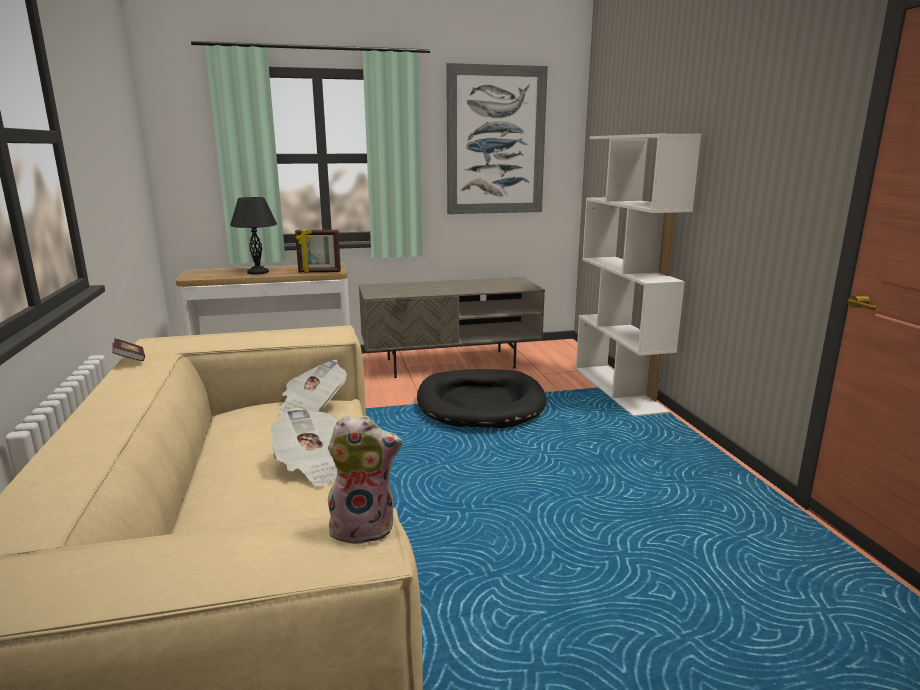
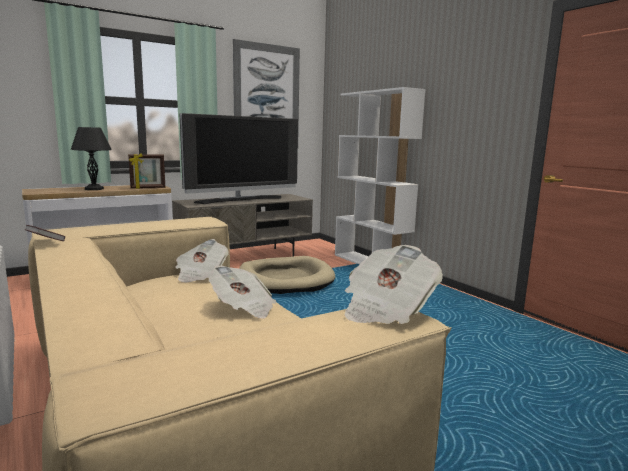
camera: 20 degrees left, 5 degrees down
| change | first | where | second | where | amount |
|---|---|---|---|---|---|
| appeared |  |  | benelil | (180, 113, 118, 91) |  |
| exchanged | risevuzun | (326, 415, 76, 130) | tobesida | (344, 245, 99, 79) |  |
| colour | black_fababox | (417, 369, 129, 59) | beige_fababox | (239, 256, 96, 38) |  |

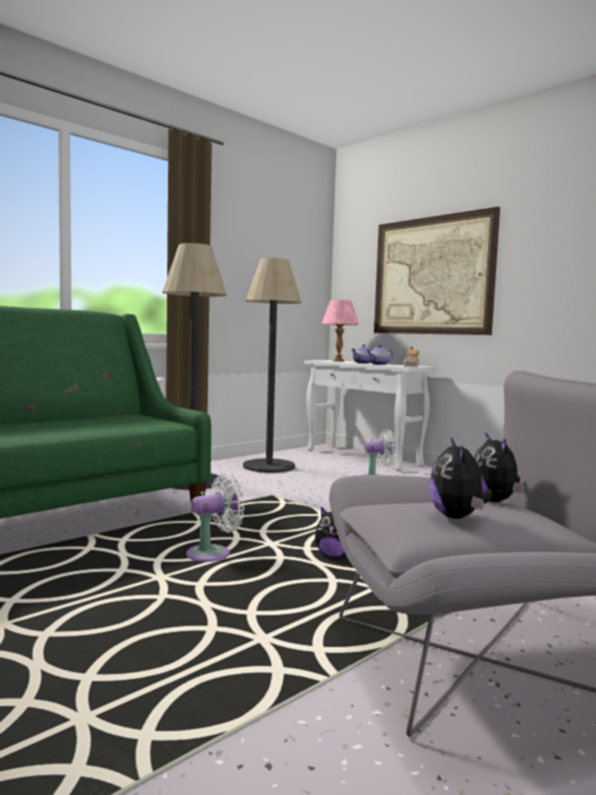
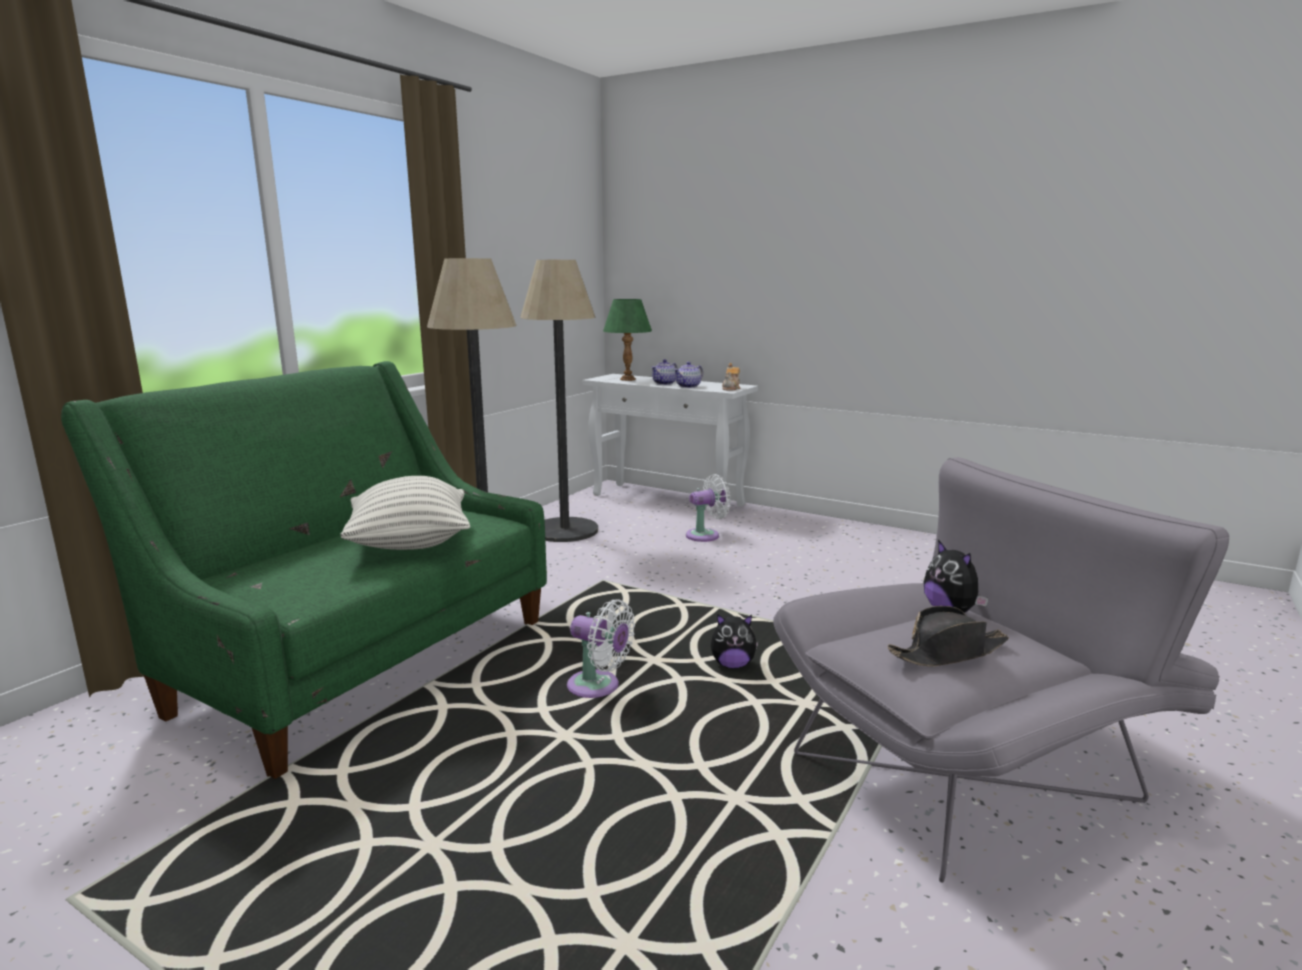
camera: 15 degrees left, 10 degrees up
| change | first | where | second | where | amount |
|---|---|---|---|---|---|
| missing | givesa | (374, 207, 126, 128) |  |  |  |
| appeared |  |  | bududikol | (340, 476, 130, 74) |  |
| exchanged | risevuzun | (429, 437, 64, 82) | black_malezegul | (887, 606, 122, 60) |  |
| colour | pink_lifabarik | (322, 300, 37, 62) | green_lifabarik | (603, 299, 49, 82) |  |
| spun | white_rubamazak | (186, 473, 59, 89) |  | (567, 599, 68, 99) | 75 degrees clockwise |

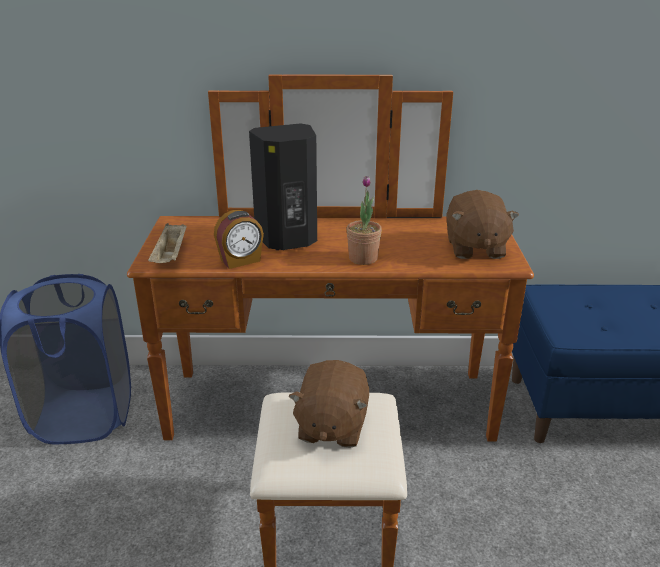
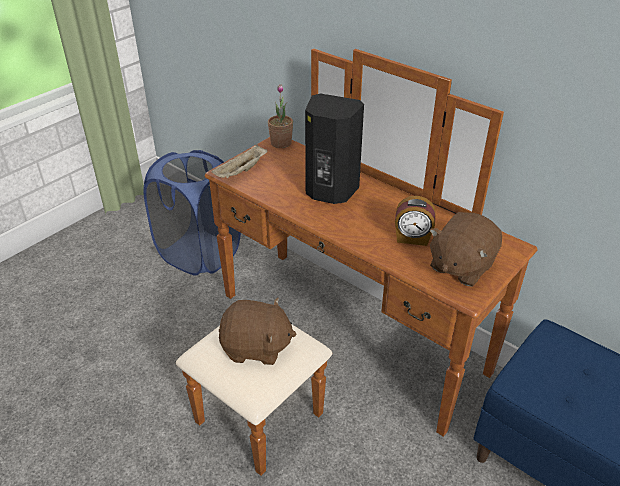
camera: 40 degrees right, 10 degrees up
| change | first | where | second | where | amount |
|---|---|---|---|---|---|
| relocated | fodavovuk | (214, 210, 50, 59) |  | (395, 196, 40, 50) |  |
| relocated | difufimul | (346, 176, 36, 89) |  | (268, 84, 25, 64) |  |
| spun | brown_risevuzun | (288, 360, 81, 88) |  | (219, 298, 78, 67) | 135 degrees counterclockwise |

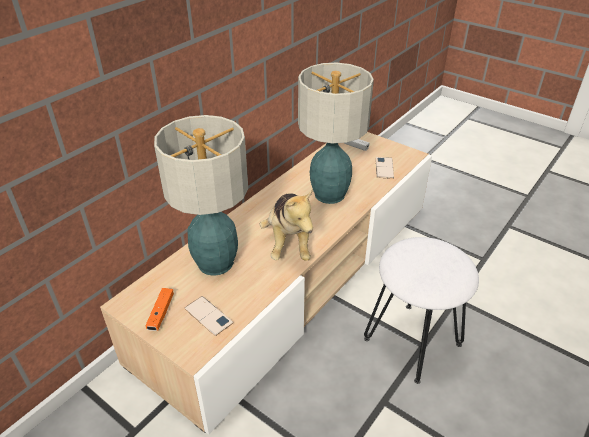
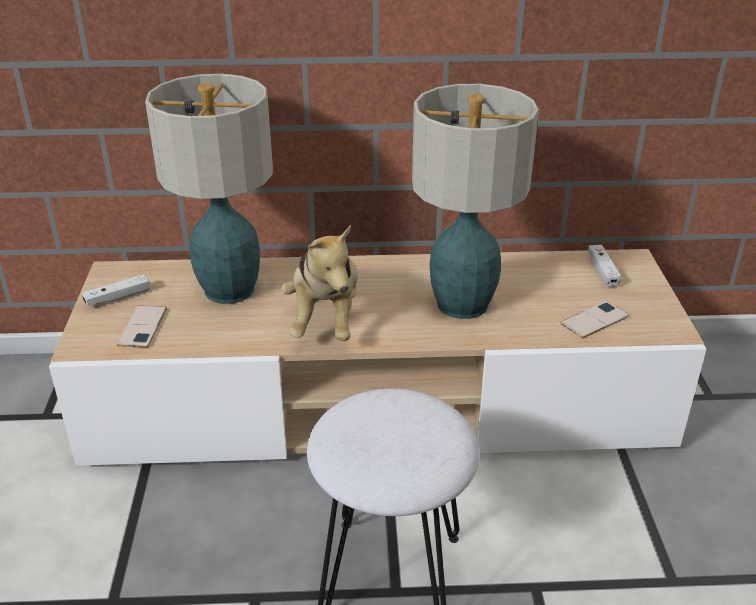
camera: 50 degrees right, 5 degrees down
| change | first | where | second | where | amount |
|---|---|---|---|---|---|
| colour | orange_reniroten | (146, 288, 28, 43) | white_reniroten | (82, 274, 68, 32) |  |
| spun | risevuzun | (259, 189, 54, 72) |  | (281, 225, 77, 116) | 45 degrees counterclockwise |

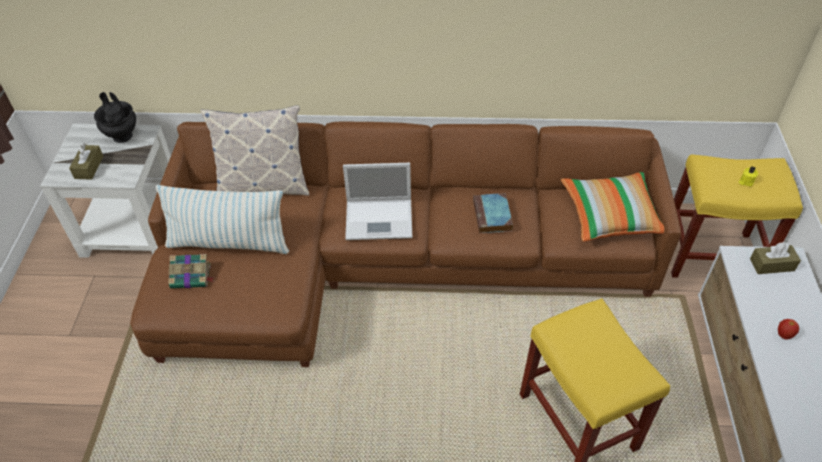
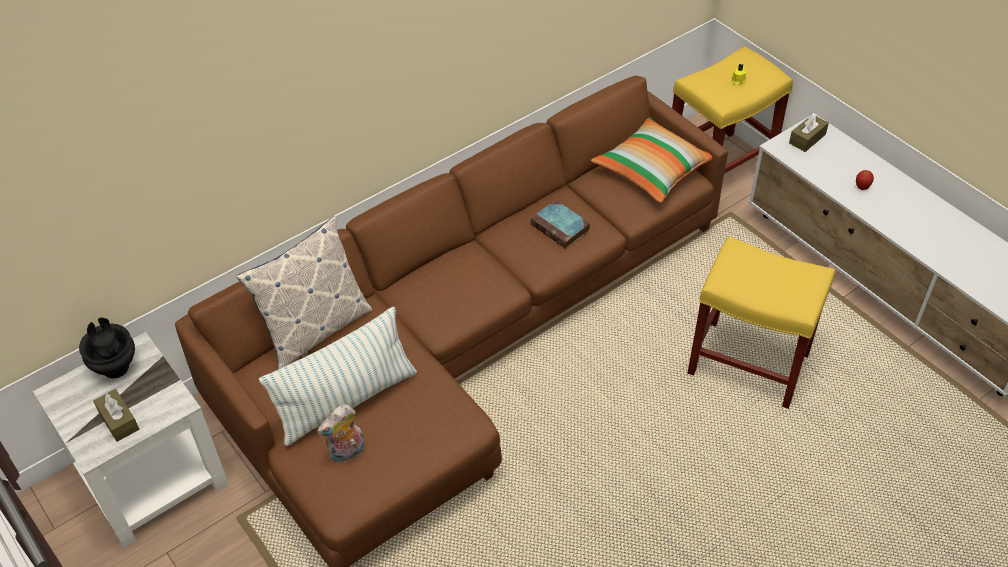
camera: 40 degrees left, 0 degrees up
| change | first | where | second | where | amount |
|---|---|---|---|---|---|
| missing | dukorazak | (343, 163, 69, 77) |  |  |  |
| exchanged | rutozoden | (168, 254, 46, 34) | risevuzun | (317, 404, 47, 59) |  |

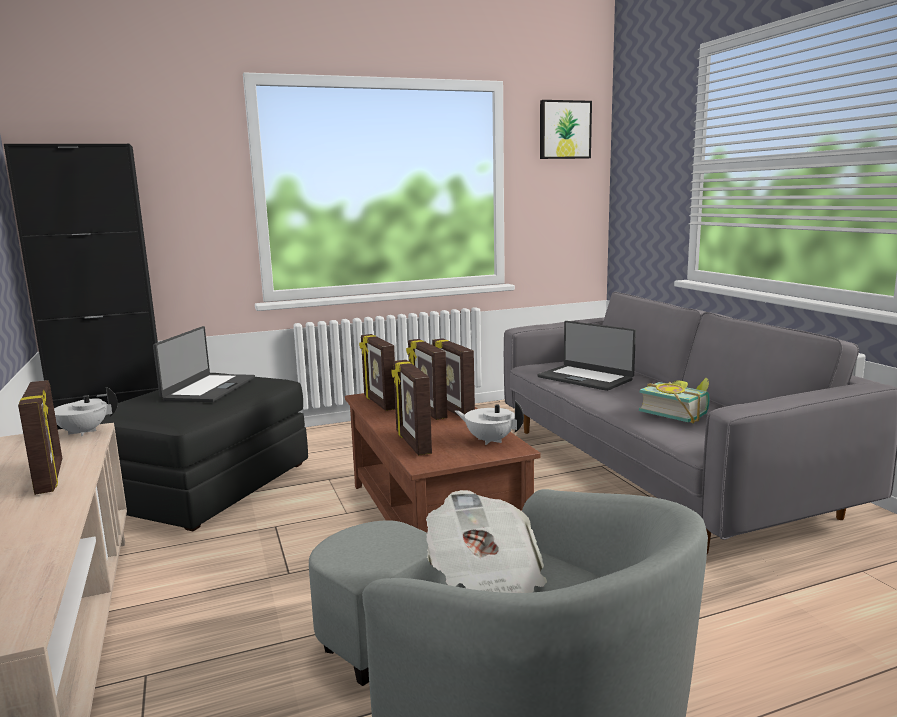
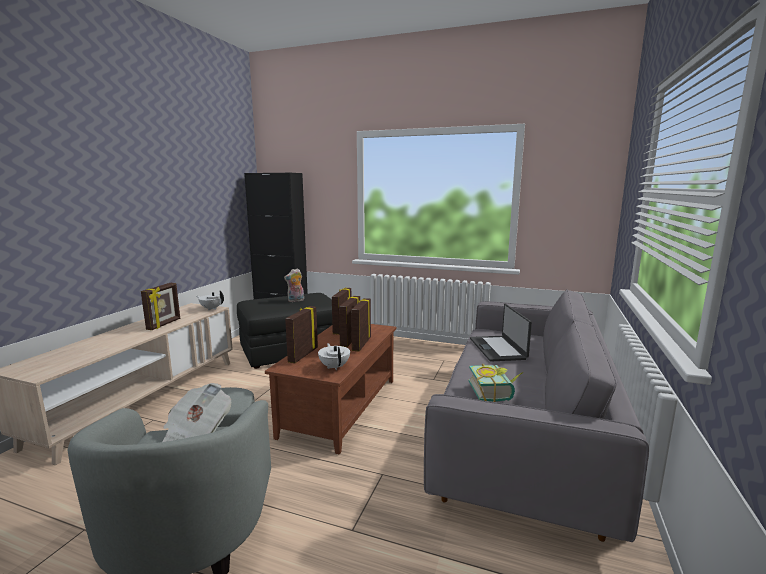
camera: 40 degrees right, 0 degrees up
| change | first | where | second | where | amount |
|---|---|---|---|---|---|
| missing | givesa | (540, 100, 52, 59) |  |  |  |
| exchanged | dukorazak | (153, 326, 102, 76) | risevuzun | (284, 268, 20, 34) |  |

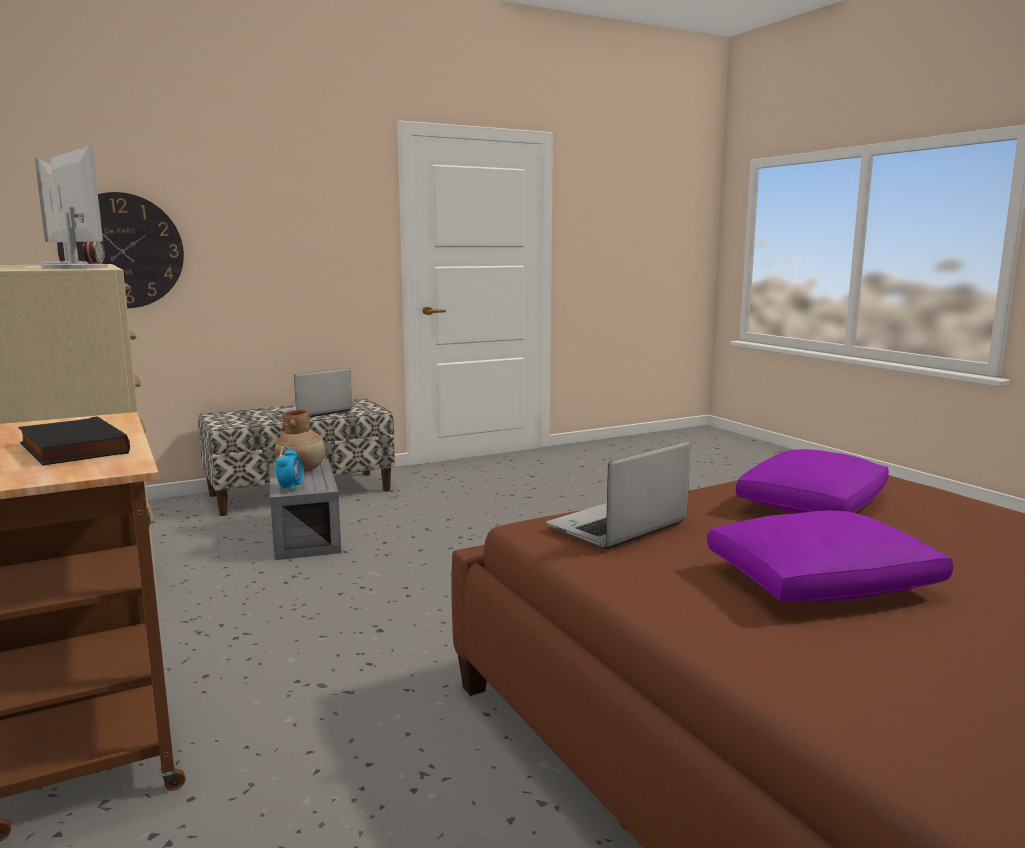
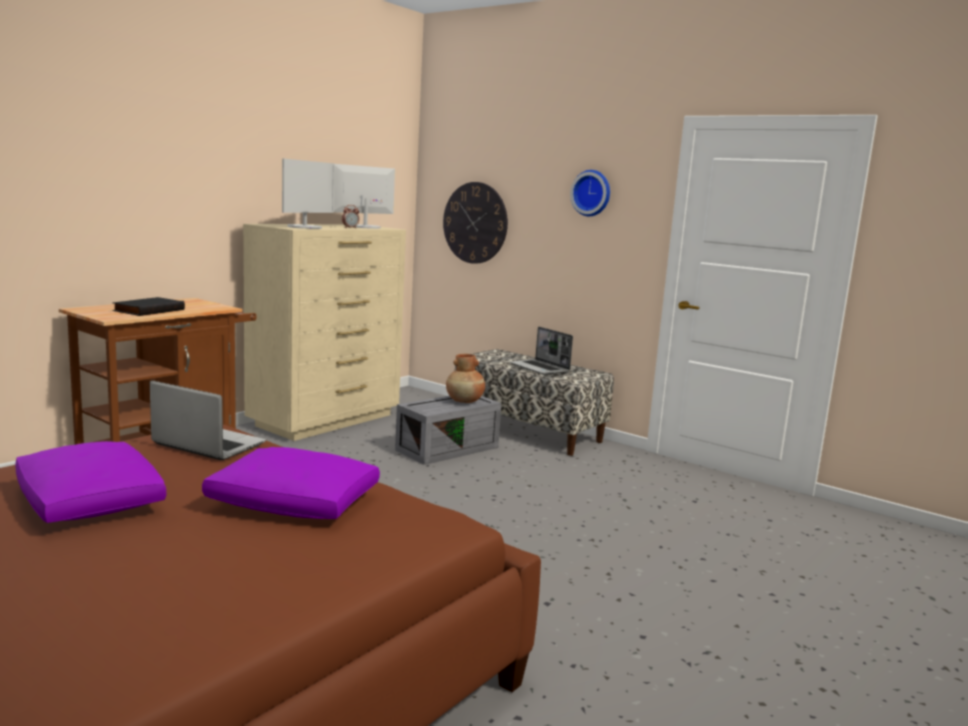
camera: 65 degrees right, 0 degrees up
| change | first | where | second | where | amount |
|---|---|---|---|---|---|
| missing | fodavovuk | (276, 446, 28, 46) |  |  |  |
| appeared |  |  | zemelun | (570, 170, 40, 46) |  |
| spun | dukorazak | (276, 368, 76, 49) |  | (509, 327, 64, 48) | 150 degrees counterclockwise |

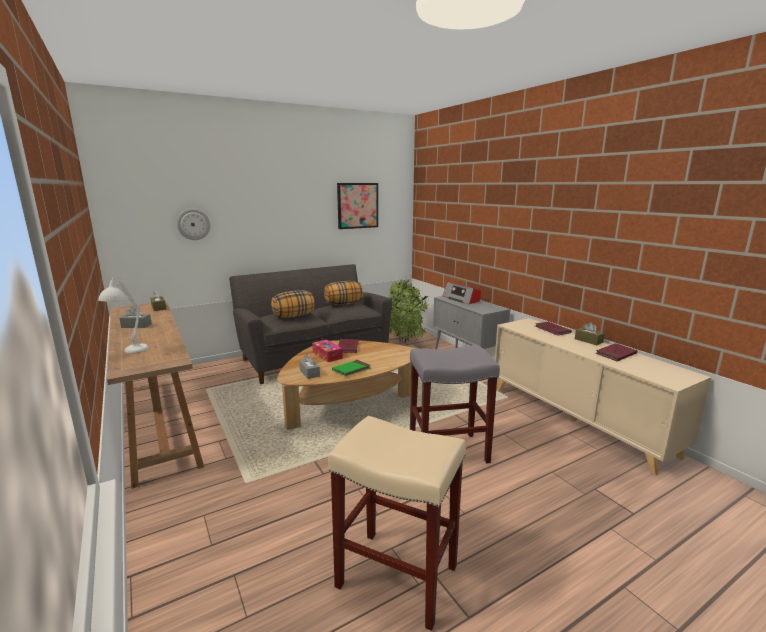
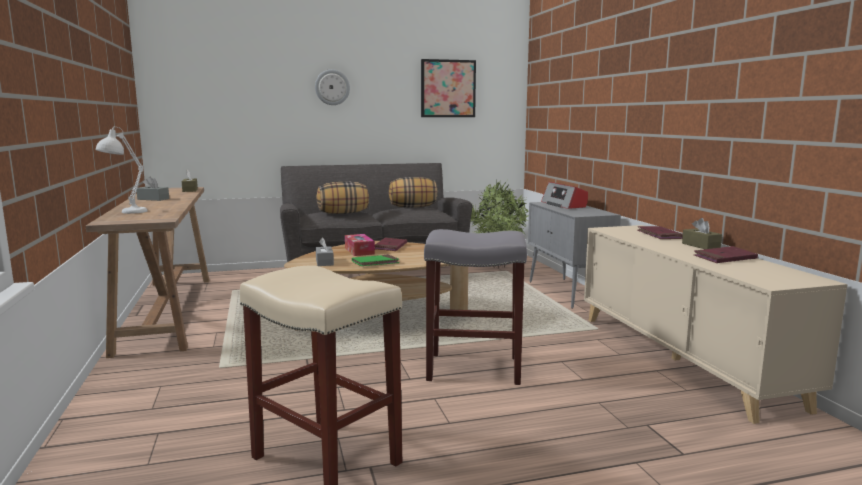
camera: 15 degrees right, 5 degrees down
| change | first | where | second | where | amount |
|---|---|---|---|---|---|
| relocated | zemelun | (177, 209, 34, 31) |  | (315, 69, 35, 36) |  |

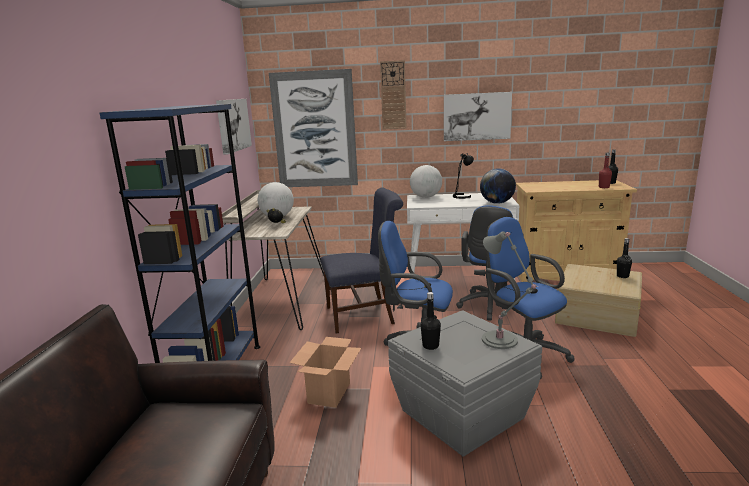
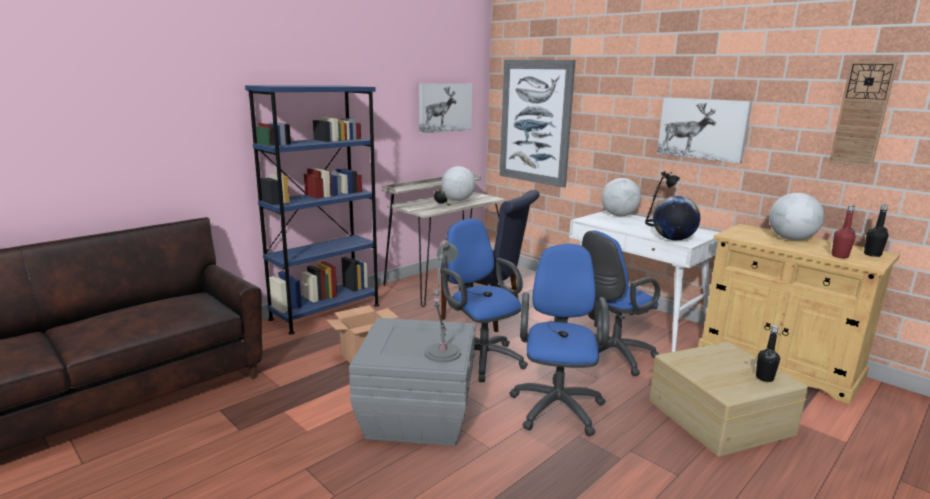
camera: 40 degrees right, 0 degrees up
| change | first | where | second | where | amount |
|---|---|---|---|---|---|
| missing | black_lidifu | (420, 292, 21, 58) |  |  |  |
| appeared |  |  | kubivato | (769, 193, 55, 47) |  |
| relocated | zemelun | (380, 60, 27, 69) |  | (829, 61, 68, 106) |  |

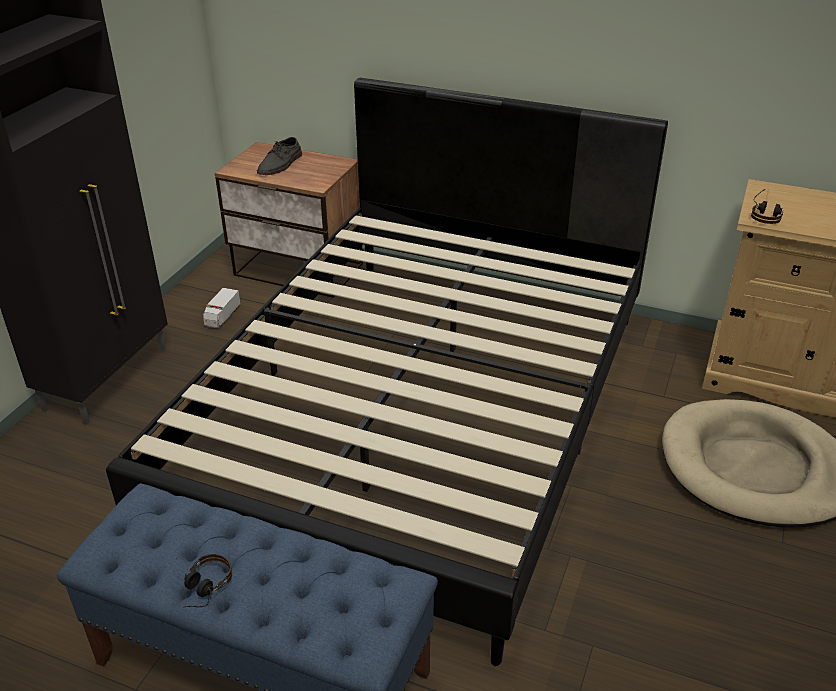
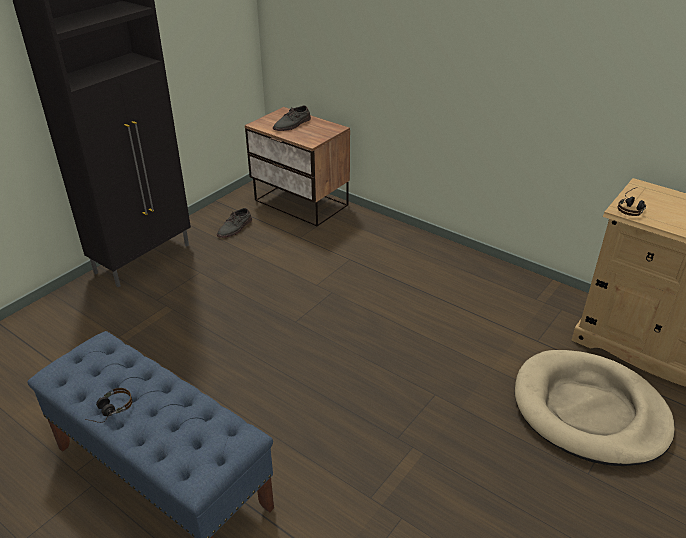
camera: 15 degrees right, 0 degrees up
| change | first | where | second | where | amount |
|---|---|---|---|---|---|
| missing | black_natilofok | (106, 78, 562, 588) |  |  |  |
| exchanged | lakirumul | (203, 288, 38, 40) | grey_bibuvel | (217, 208, 35, 30) |  |

